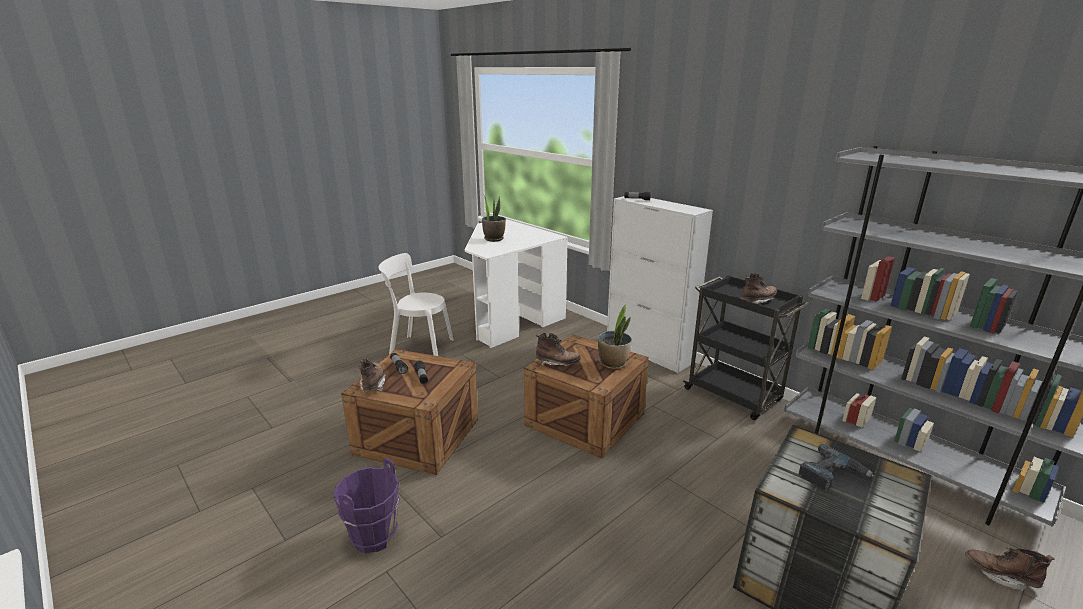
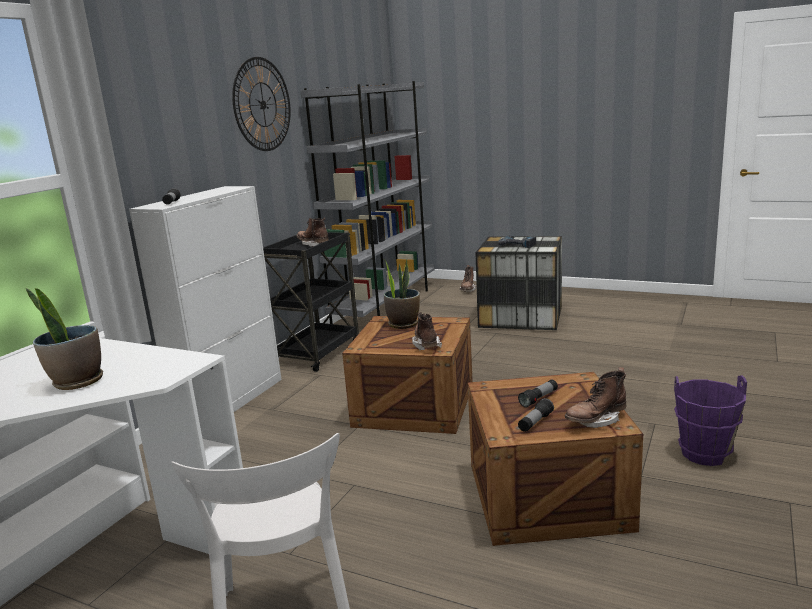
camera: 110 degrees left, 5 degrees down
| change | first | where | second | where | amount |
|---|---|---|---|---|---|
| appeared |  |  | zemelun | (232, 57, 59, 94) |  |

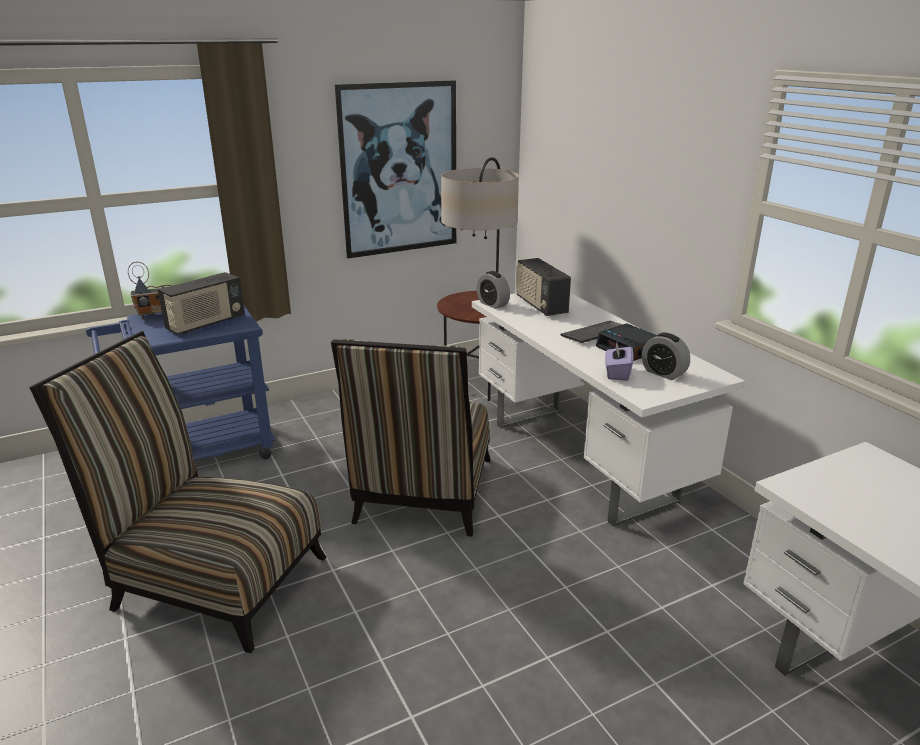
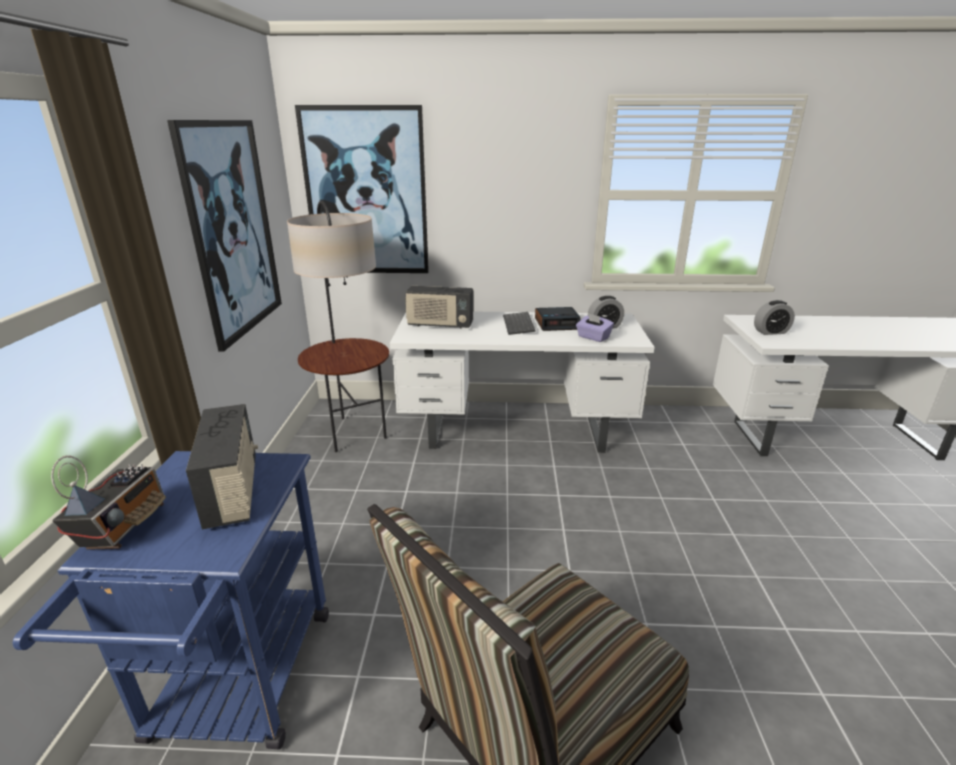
camera: 60 degrees left, 0 degrees up
| change | first | where | second | where | amount |
|---|---|---|---|---|---|
| missing | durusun | (331, 339, 160, 198) |  |  |  |
| appeared |  |  | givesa | (295, 105, 134, 168) |  |
| relocated | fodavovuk | (477, 271, 33, 38) |  | (754, 300, 41, 35) |  |

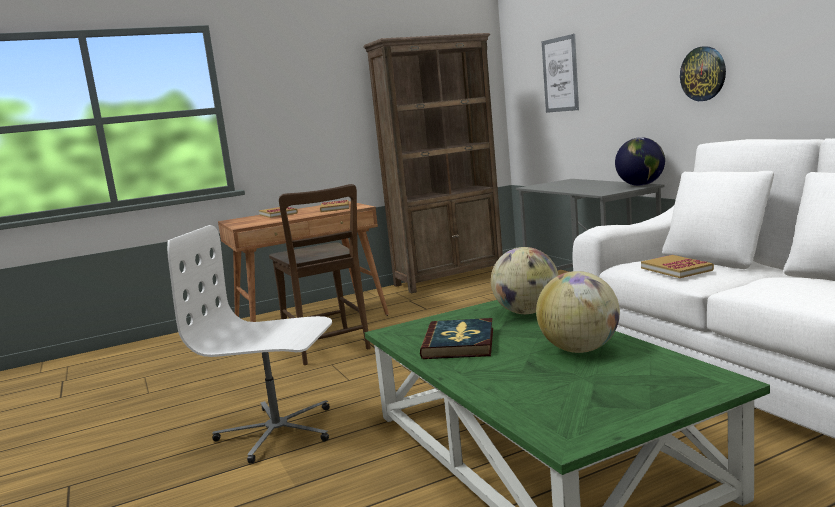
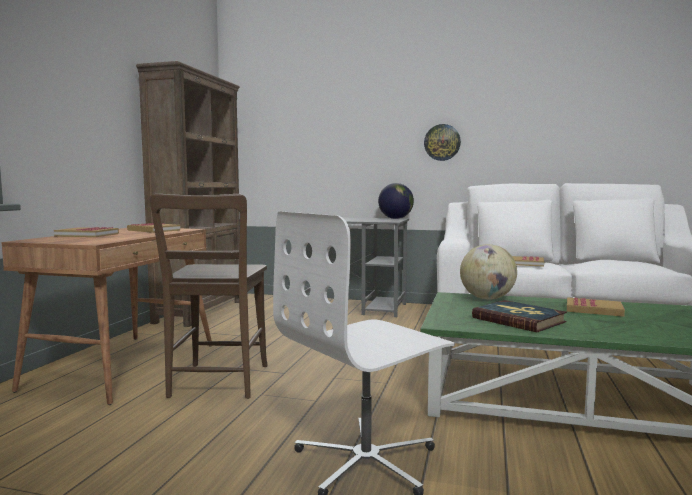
camera: 50 degrees left, 5 degrees down
| change | first | where | second | where | amount |
|---|---|---|---|---|---|
| missing | givesa | (542, 34, 37, 79) |  |  |  |
| exchanged | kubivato | (536, 271, 84, 82) | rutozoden | (567, 297, 58, 20) |  |
| spun | brown_durusun | (269, 184, 102, 181) |  | (150, 194, 118, 205) | 75 degrees clockwise |

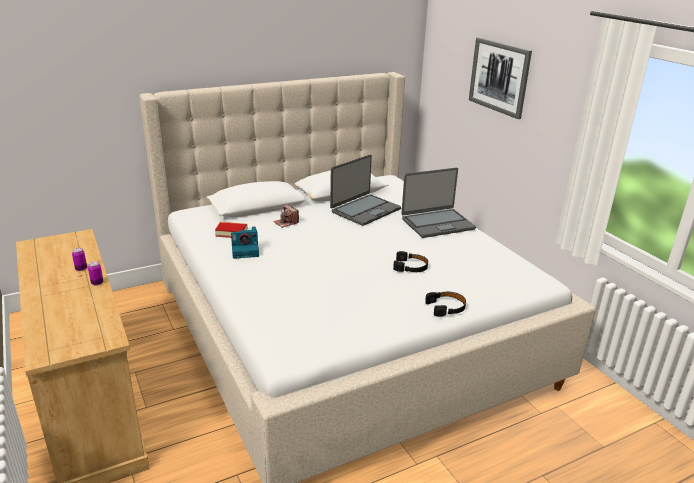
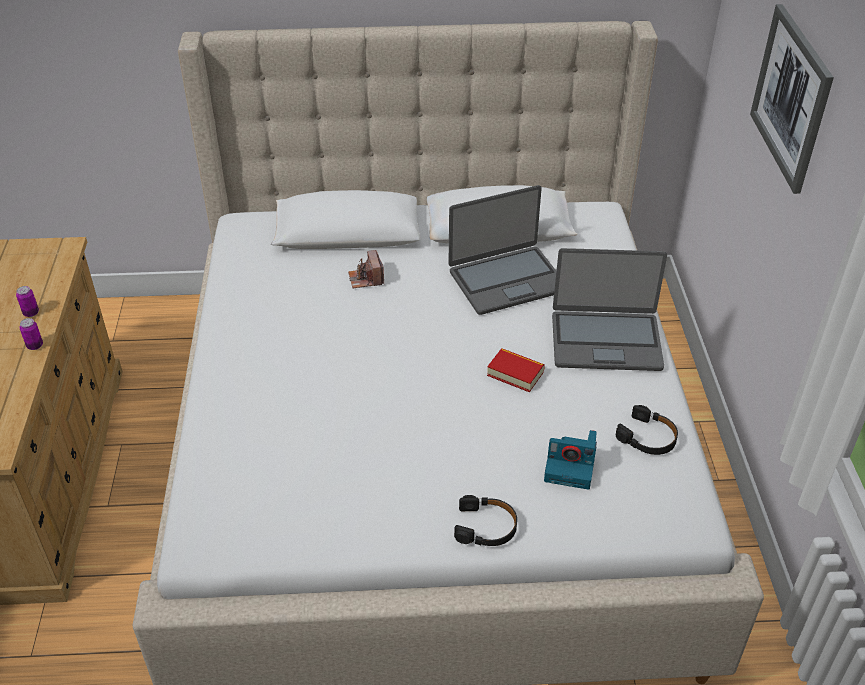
camera: 25 degrees right, 15 degrees up
| change | first | where | second | where | amount |
|---|---|---|---|---|---|
| relocated | rutozoden | (215, 222, 32, 16) |  | (487, 348, 58, 44) |  |
| relocated | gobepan | (231, 227, 28, 32) |  | (544, 430, 53, 60) |  |
| relocated | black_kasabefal | (393, 251, 35, 21) |  | (616, 405, 62, 50) |  |

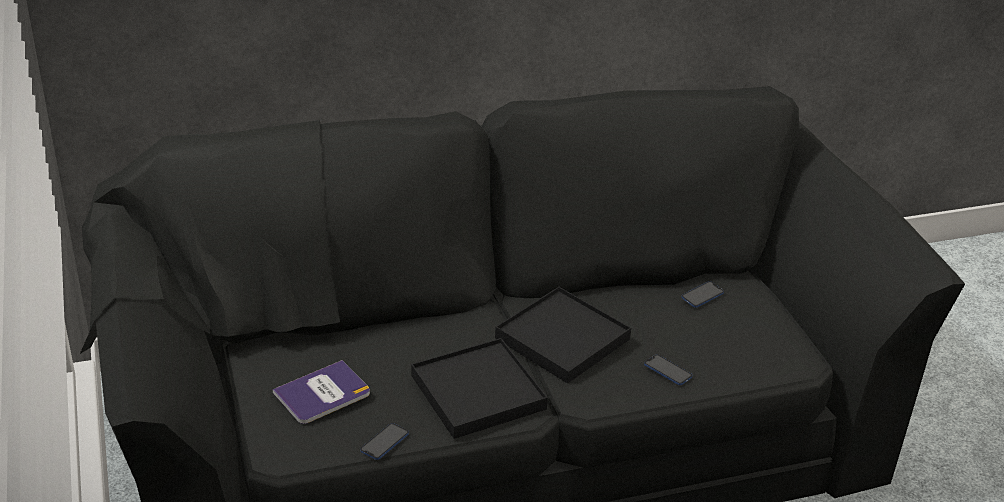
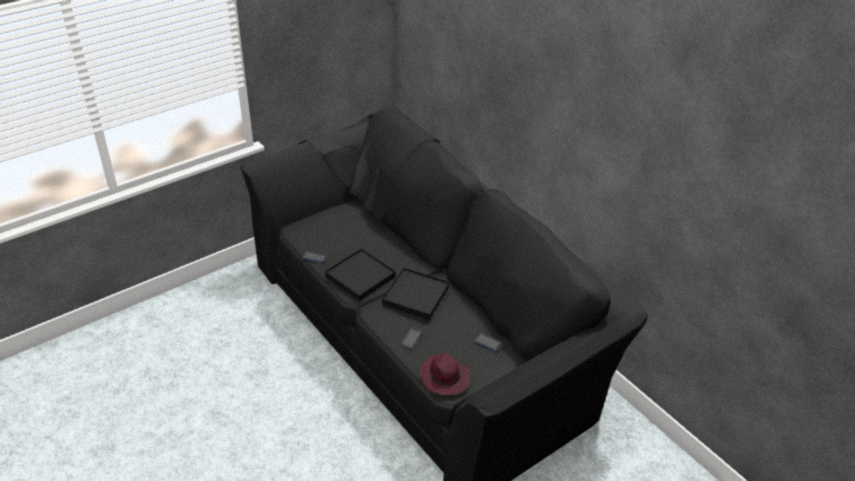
camera: 70 degrees right, 5 degrees up
| change | first | where | second | where | amount |
|---|---|---|---|---|---|
| missing | rutozoden | (273, 360, 97, 64) |  |  |  |
| appeared |  |  | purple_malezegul | (420, 353, 51, 43) |  |

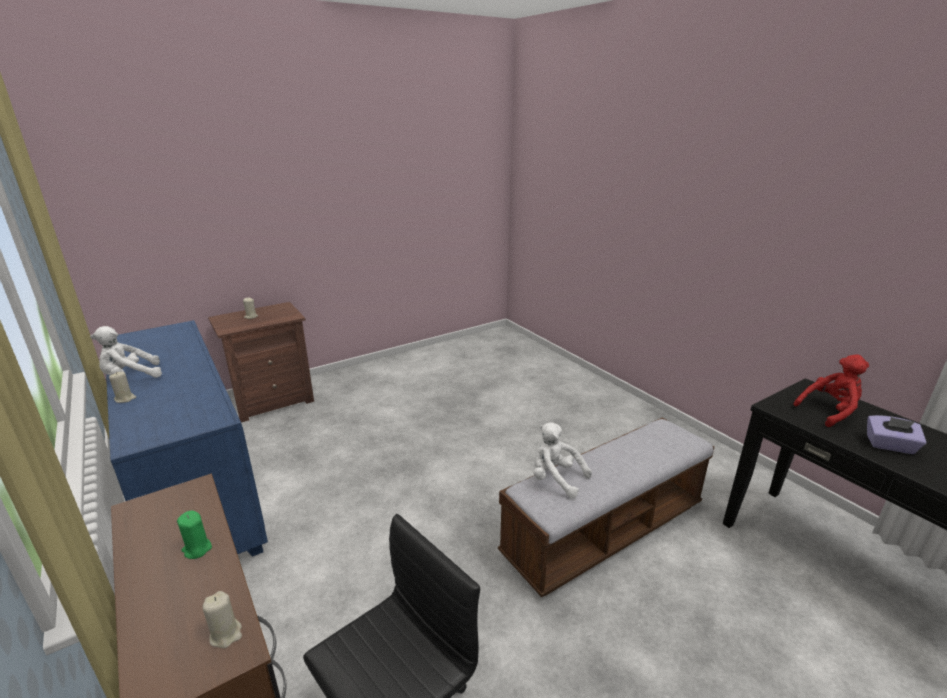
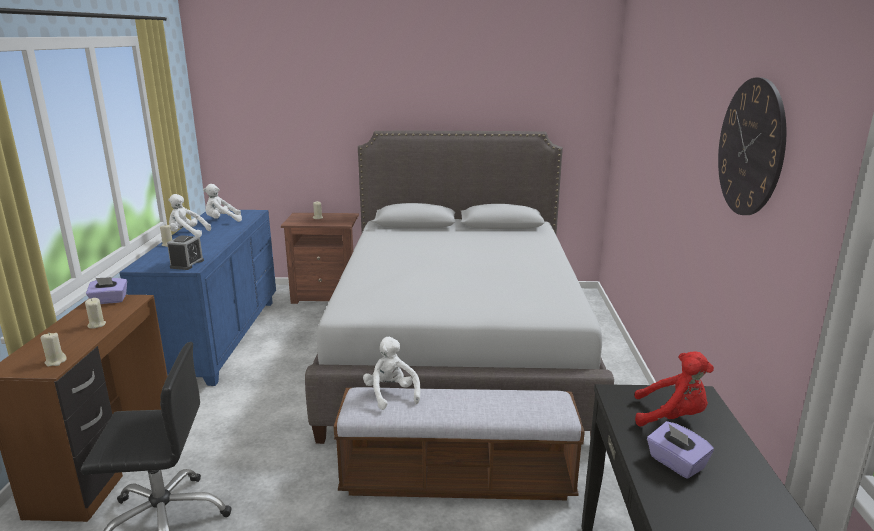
camera: 35 degrees right, 5 degrees down
| change | first | where | second | where | amount |
|---|---|---|---|---|---|
| appeared |  |  | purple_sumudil | (86, 277, 41, 27) |  |
| appeared |  |  | fodavovuk | (167, 235, 37, 35) |  |
| appeared |  |  | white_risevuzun | (203, 184, 39, 38) |  |
| appeared |  |  | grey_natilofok | (305, 131, 309, 313) |  |
| appeared |  |  | zemelun | (718, 77, 68, 138) |  |
| colour | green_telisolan | (177, 511, 35, 48) | beige_telisolan | (85, 298, 21, 31) |  |

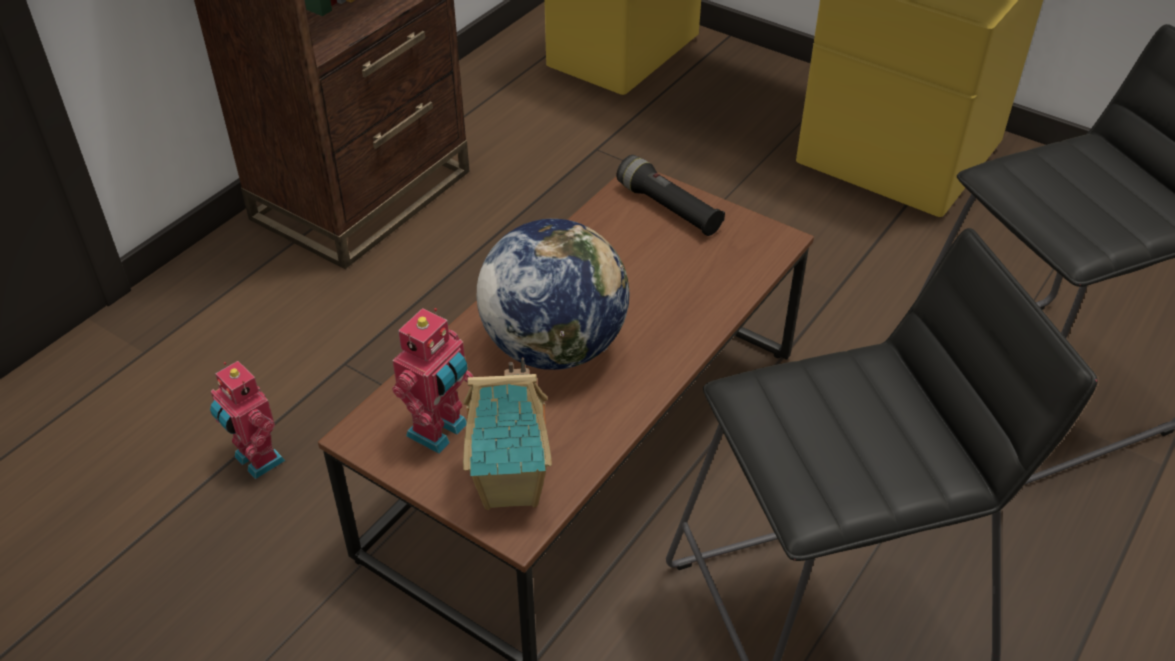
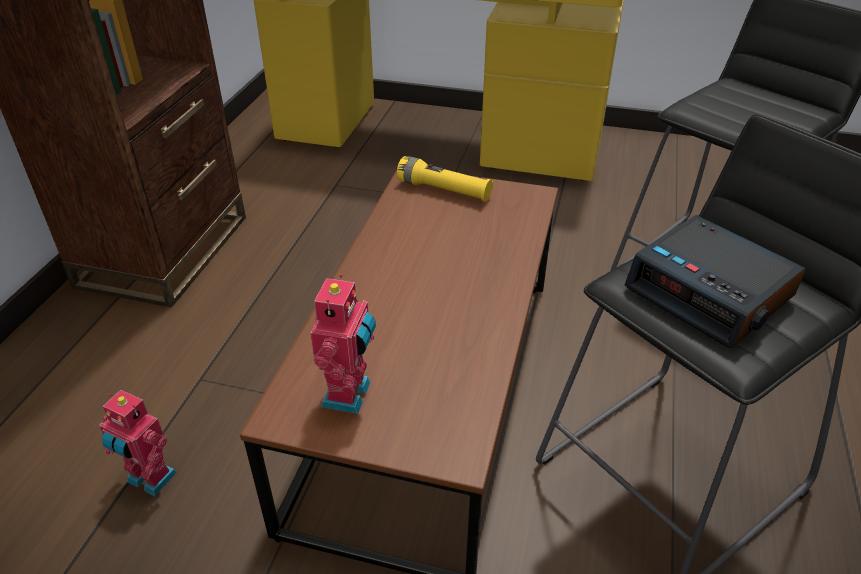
camera: 20 degrees left, 5 degrees down
| change | first | where | second | where | amount |
|---|---|---|---|---|---|
| missing | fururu | (463, 357, 89, 153) |  |  |  |
| missing | kubivato | (477, 219, 153, 151) |  |  |  |
| appeared |  |  | fodavovuk | (625, 215, 181, 133) |  |
| colour | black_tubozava | (616, 155, 109, 81) | yellow_tubozava | (397, 156, 96, 46) |  |

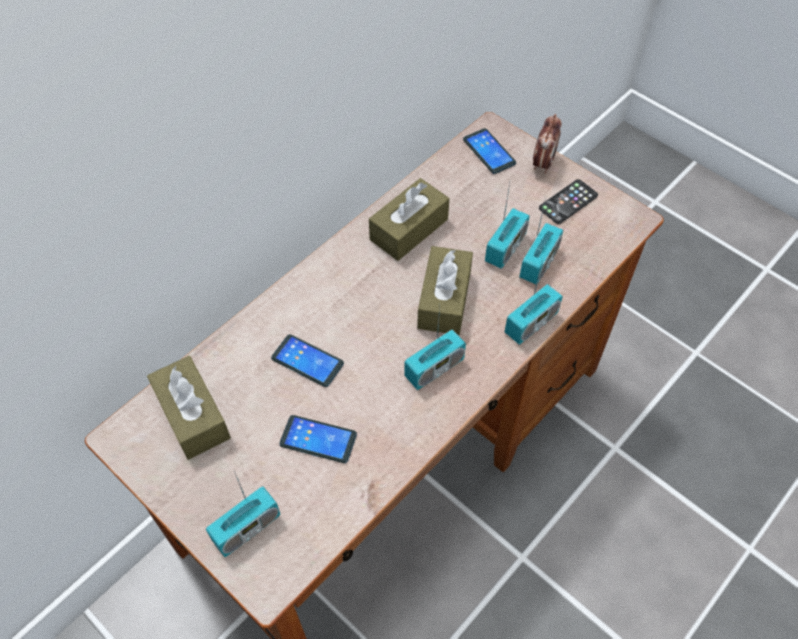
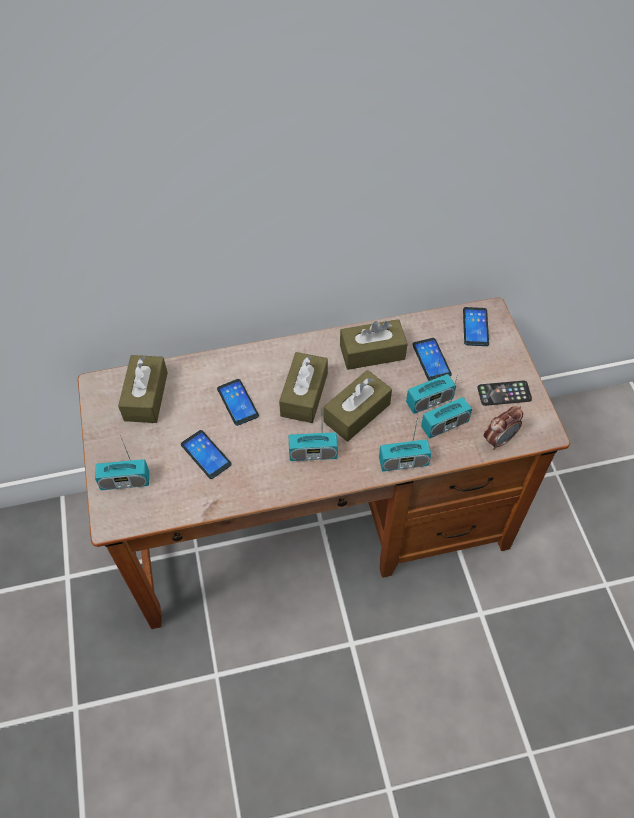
camera: 35 degrees right, 0 degrees up
| change | first | where | second | where | amount |
|---|---|---|---|---|---|
| appeared |  |  | brown_sumudil | (279, 352, 49, 71) |  |
| appeared |  |  | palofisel | (412, 338, 40, 43) |  |
| relocated | fodavovuk | (533, 114, 28, 60) |  | (484, 406, 39, 44) |  |

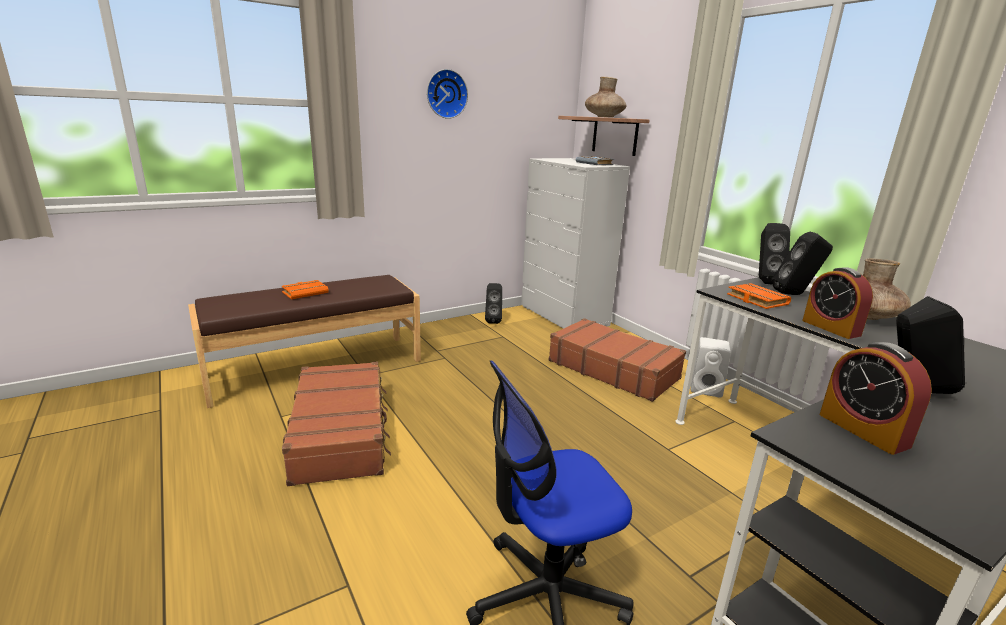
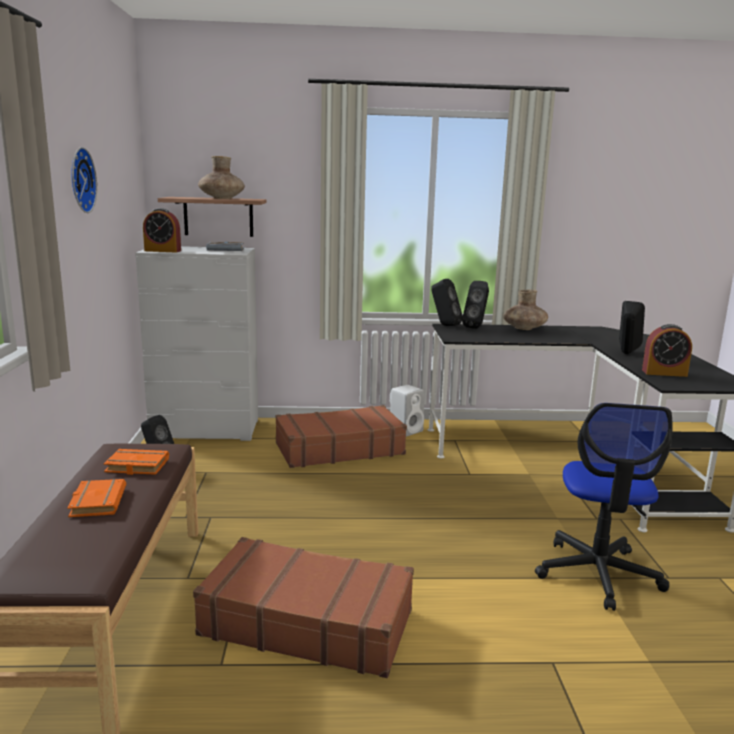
camera: 60 degrees left, 5 degrees down
| change | first | where | second | where | amount |
|---|---|---|---|---|---|
| relocated | orange_rutozoden | (727, 283, 64, 26) |  | (104, 449, 65, 26) |  |
| relocated | fodavovuk | (802, 267, 71, 72) |  | (143, 208, 38, 44) |  |

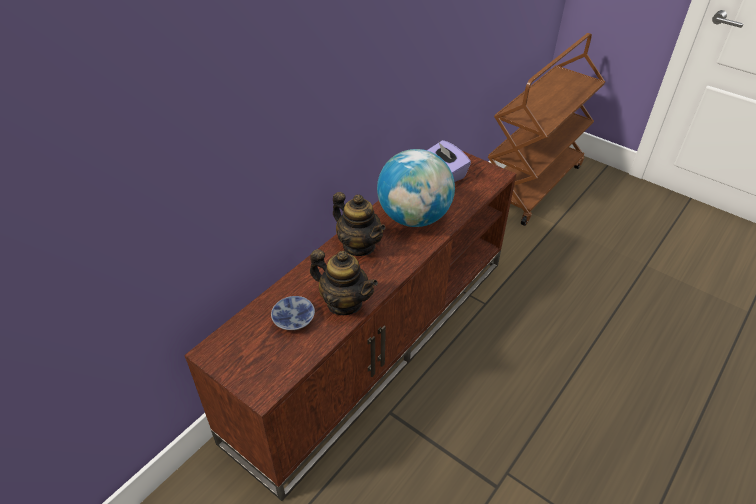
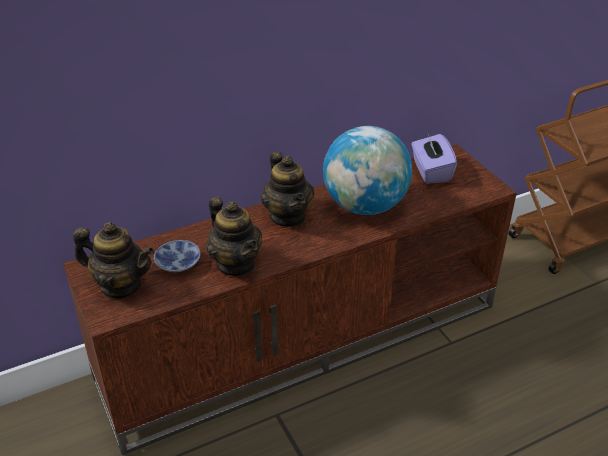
camera: 25 degrees right, 5 degrees down
| change | first | where | second | where | amount |
|---|---|---|---|---|---|
| appeared |  |  | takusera | (73, 222, 81, 76) |  |

